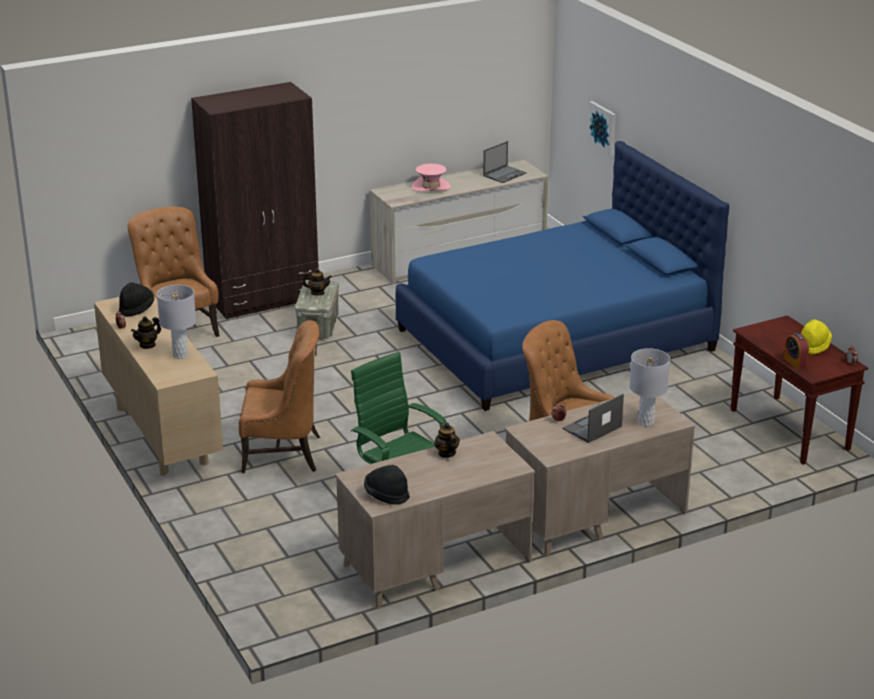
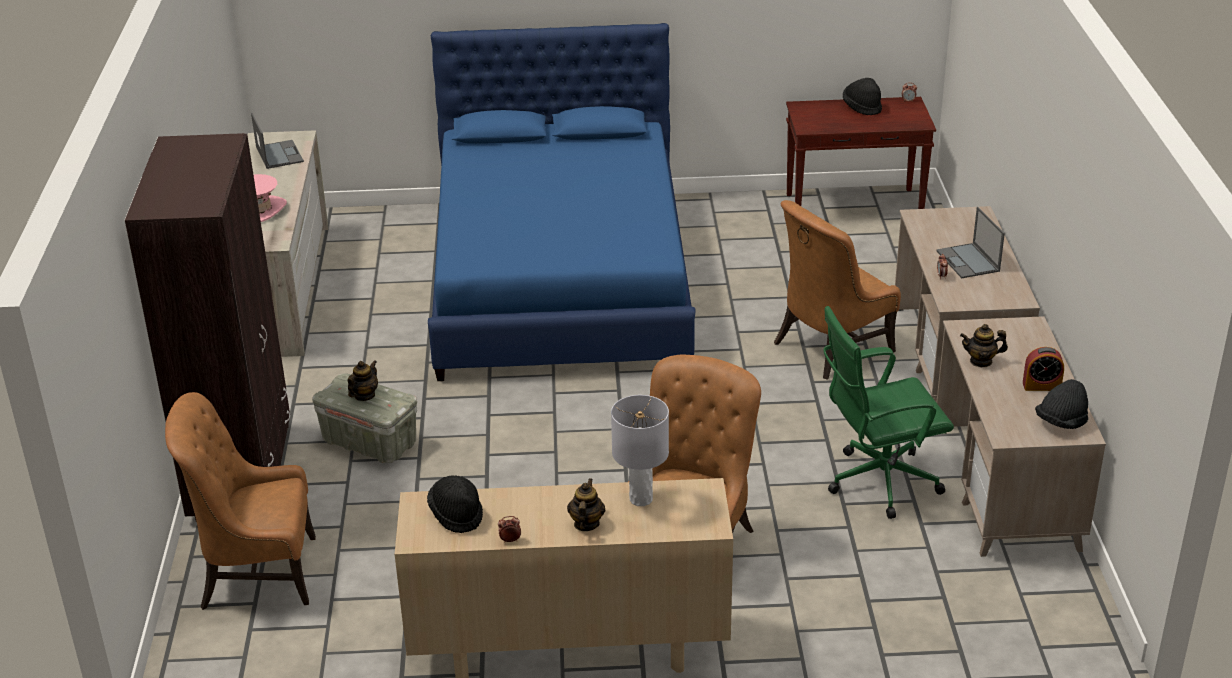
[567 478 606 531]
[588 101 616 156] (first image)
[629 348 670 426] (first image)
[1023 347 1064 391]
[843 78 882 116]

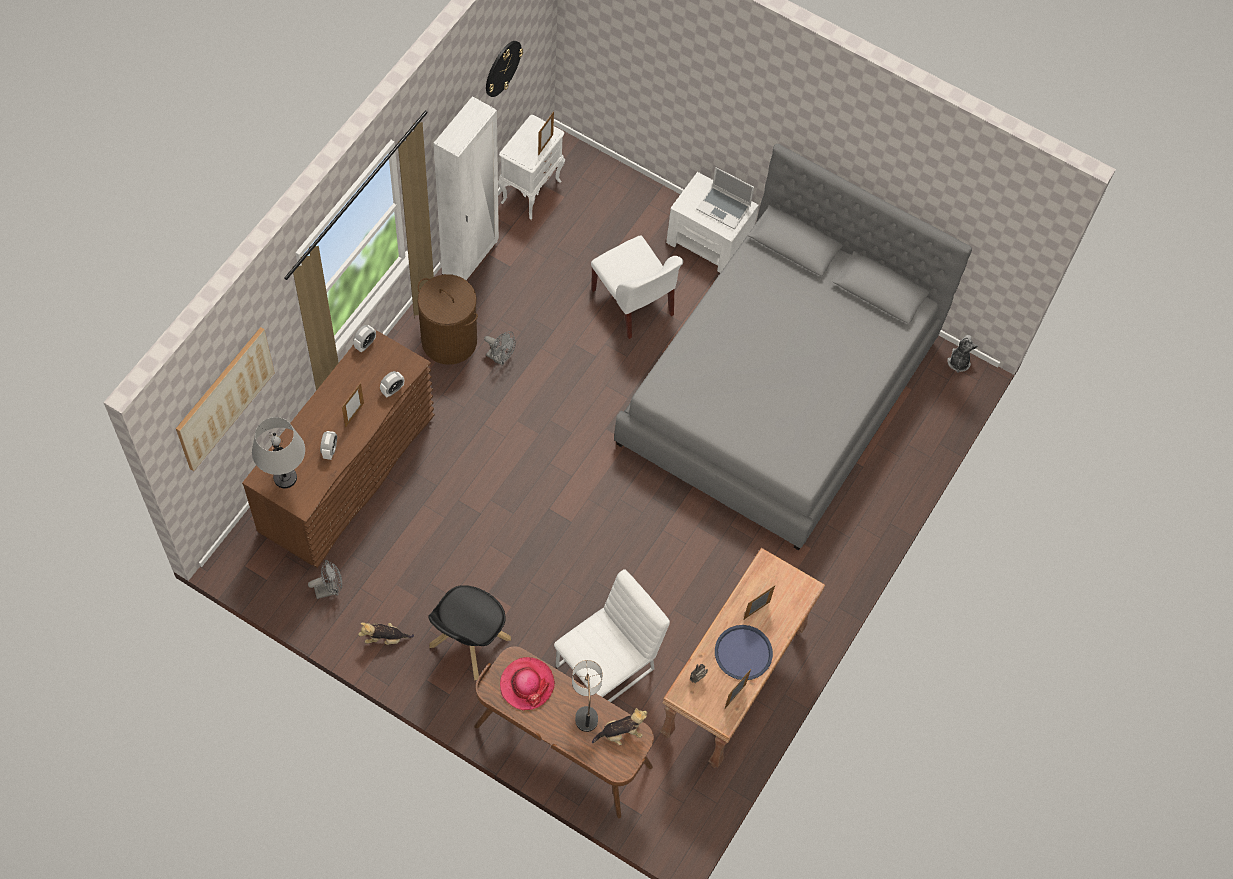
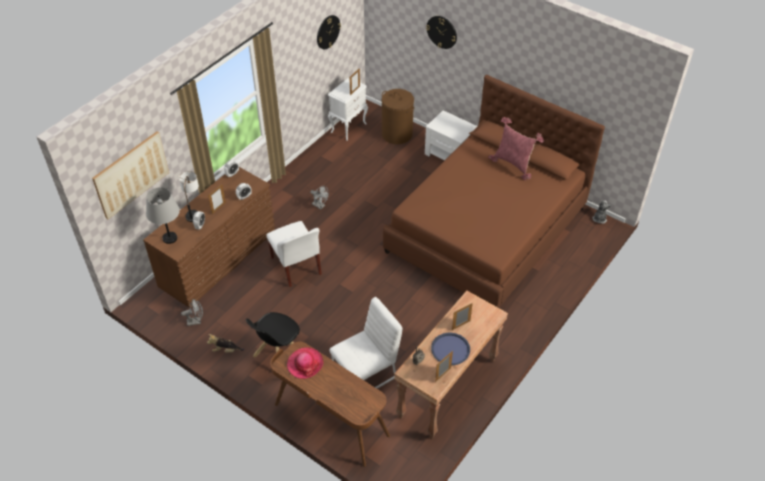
[381 89 415 144]
[433 96 499 280] (first image)
[179 171 199 222]
[266 221 322 287]
[592 708 647 745] (first image)
[383 75 605 308]
[696 167 754 230] (first image)
[426 16 457 49]
[488 117 544 180]

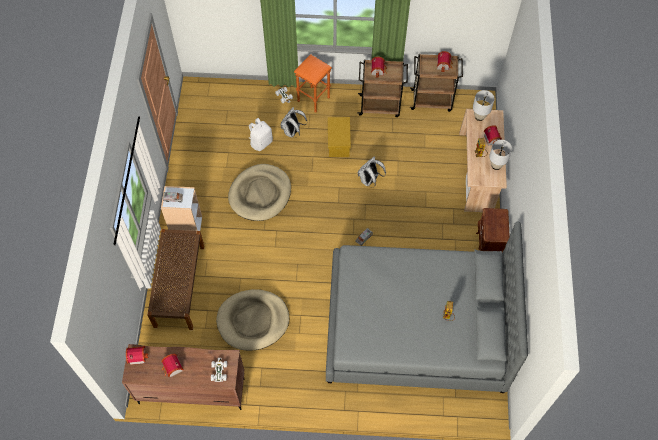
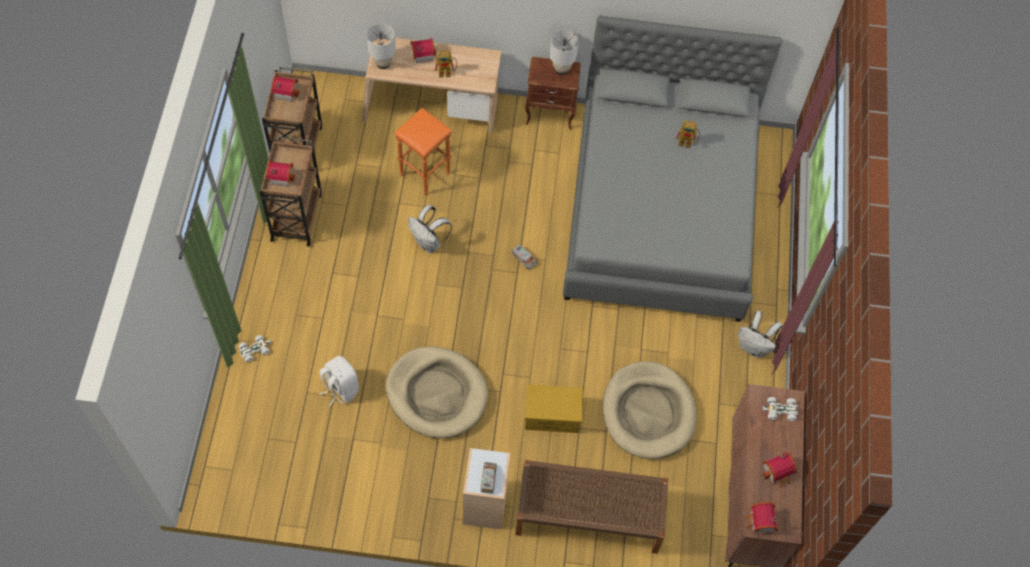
[737 311 783 358]
[394 108 452 195]
[525 384 583 433]
[550 30 579 75]

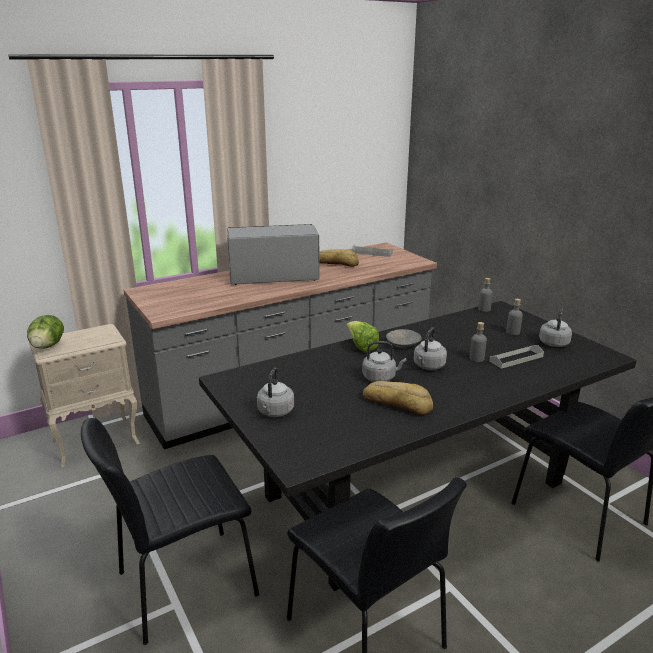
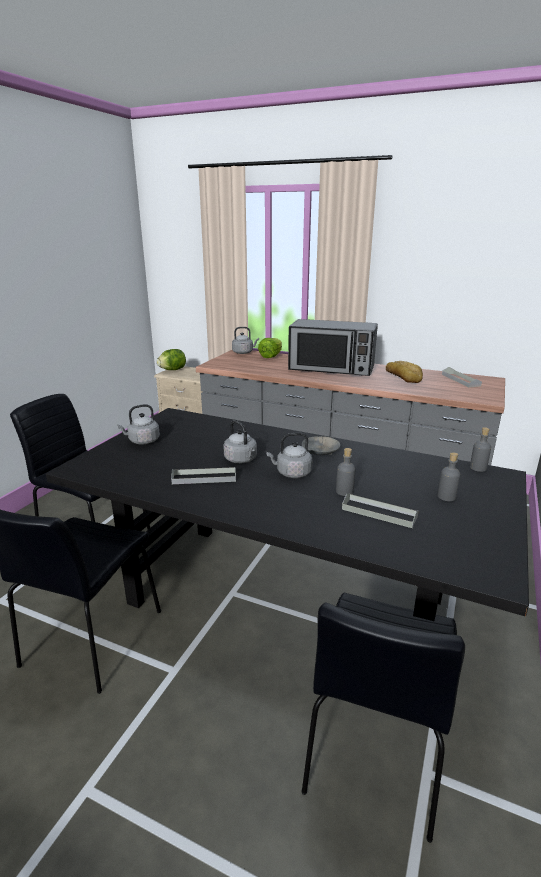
[288 319 378 376]
[258 338 282 358]
[171 467 236 484]
[232 327 259 354]

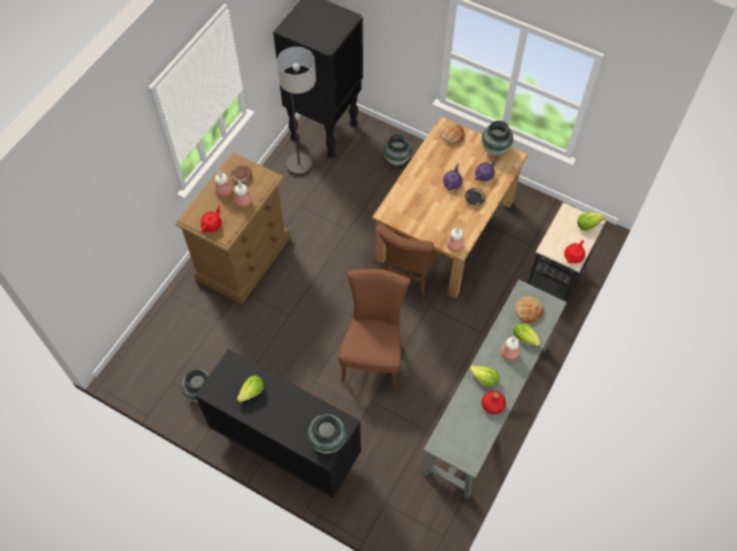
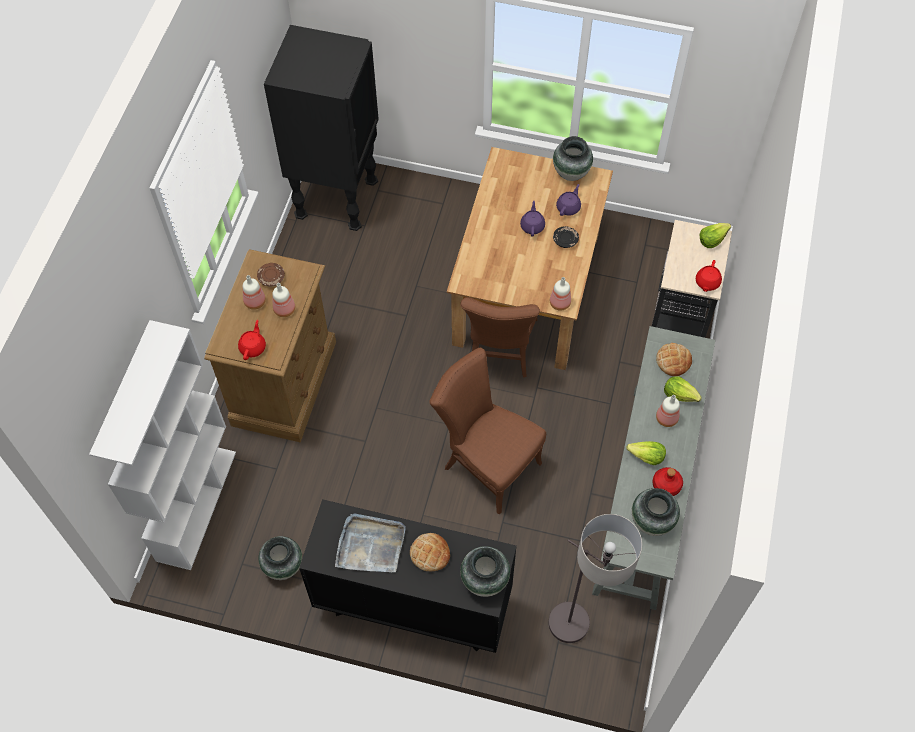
[335 514 406 572]
[548 514 642 643]
[429 348 546 515]
[632 488 680 536]
[410 533 450 571]
[89 320 236 570]

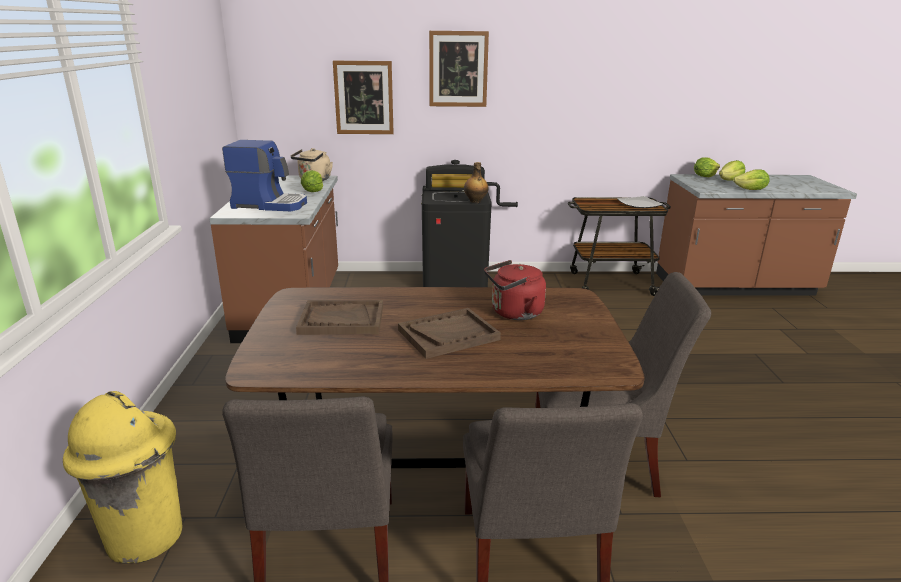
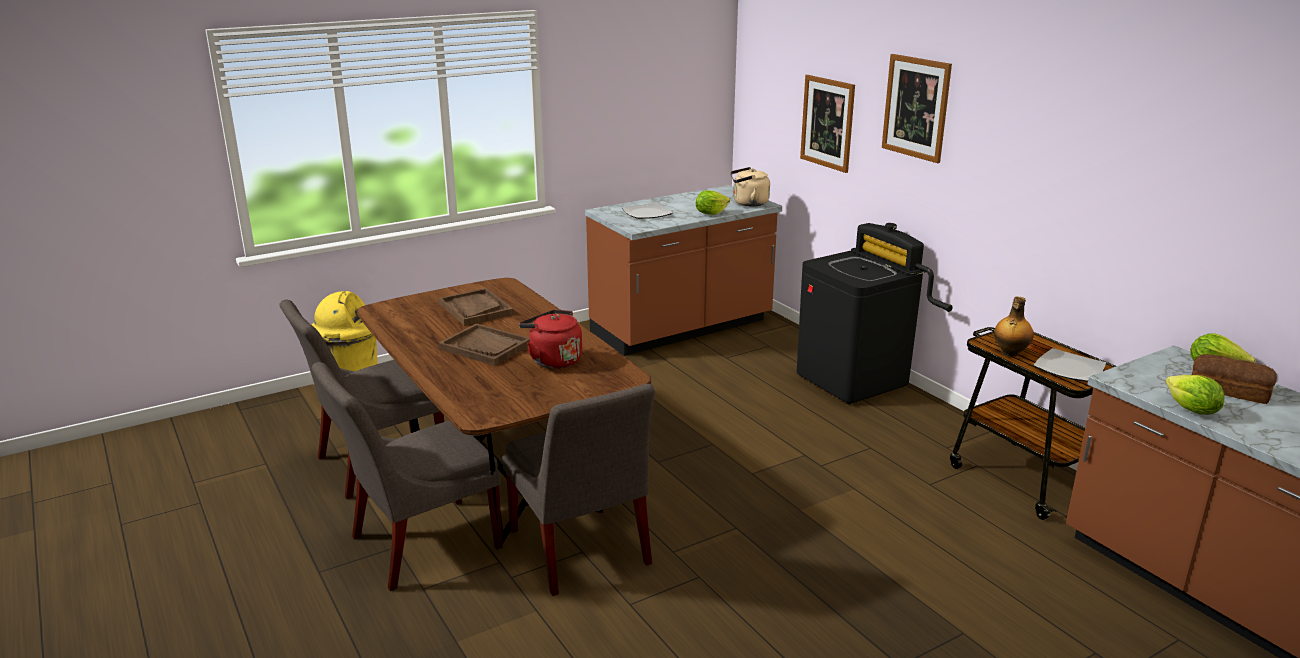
[622 203 673 219]
[994 296 1034 357]
[1192 354 1277 404]

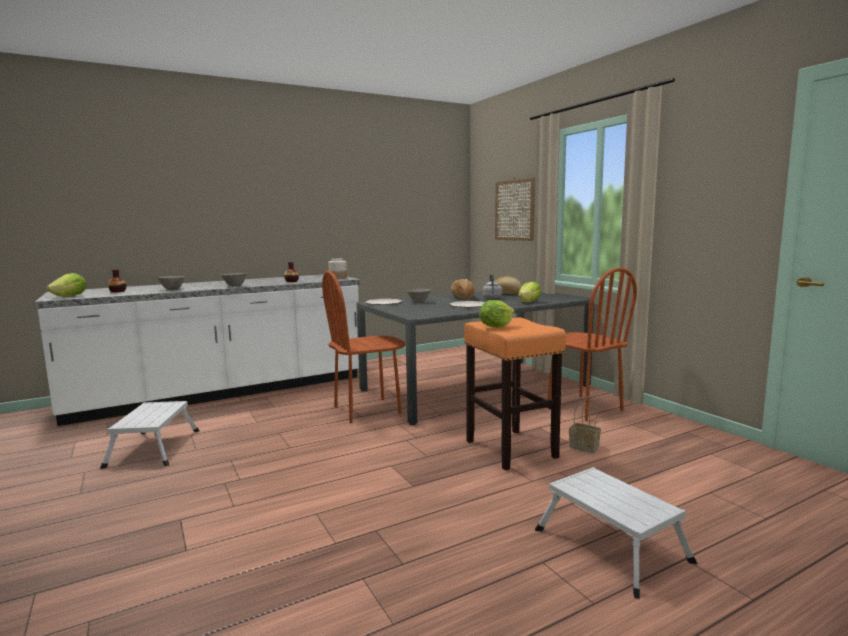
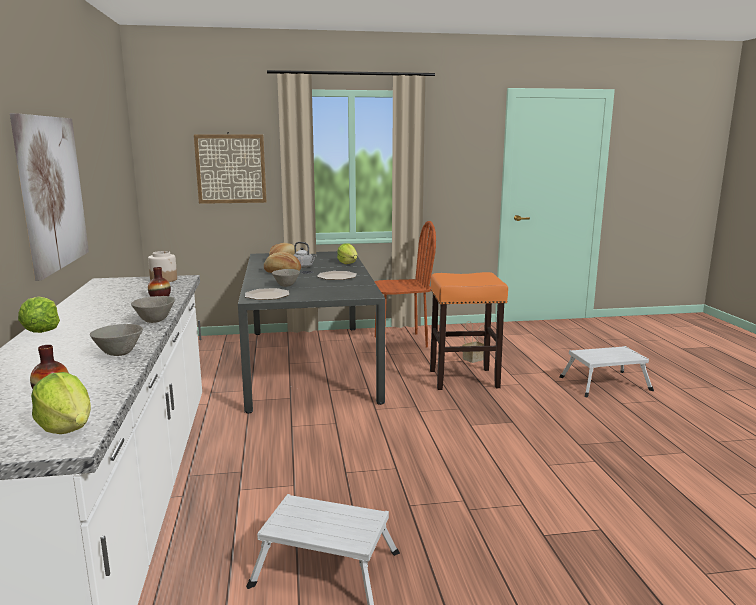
[322 270 405 423] (first image)
[18 297 60 333]
[10 113 89 281]

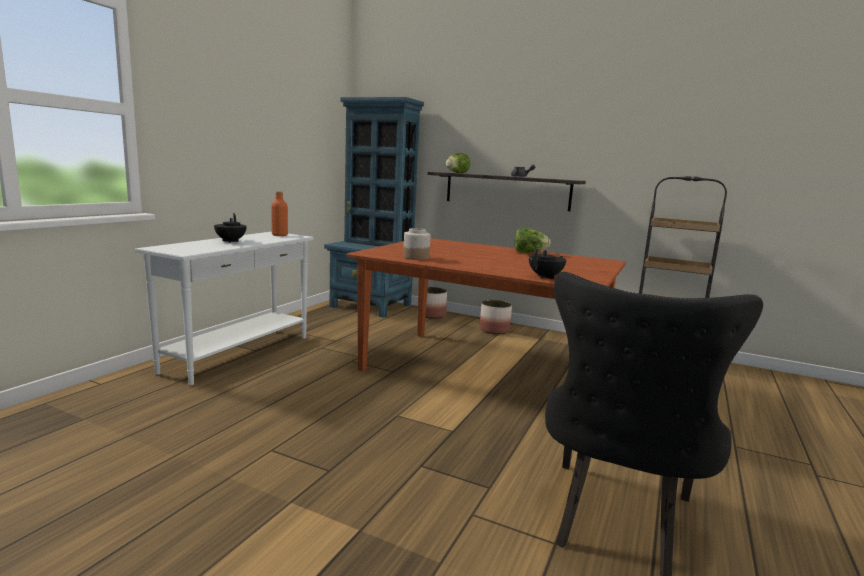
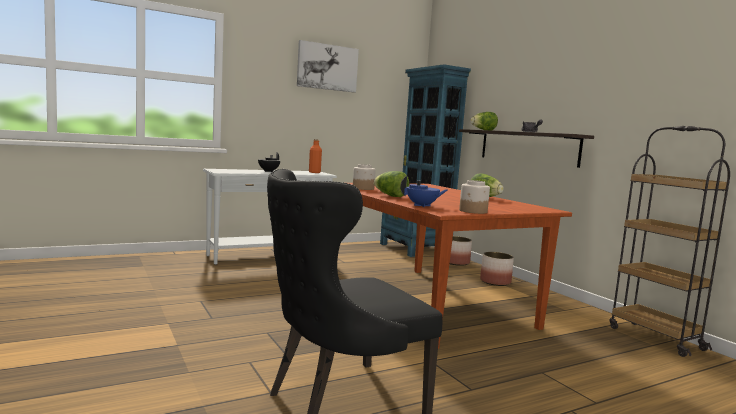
[400 176 447 207]
[297 40 359 92]
[374 171 409 197]
[459 180 490 214]

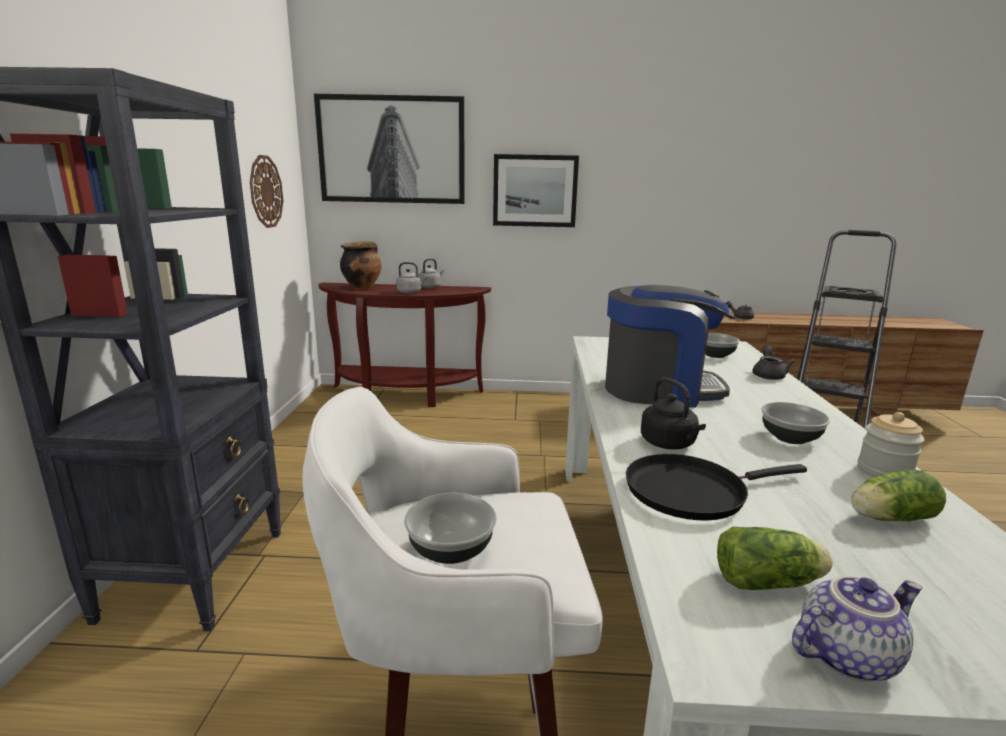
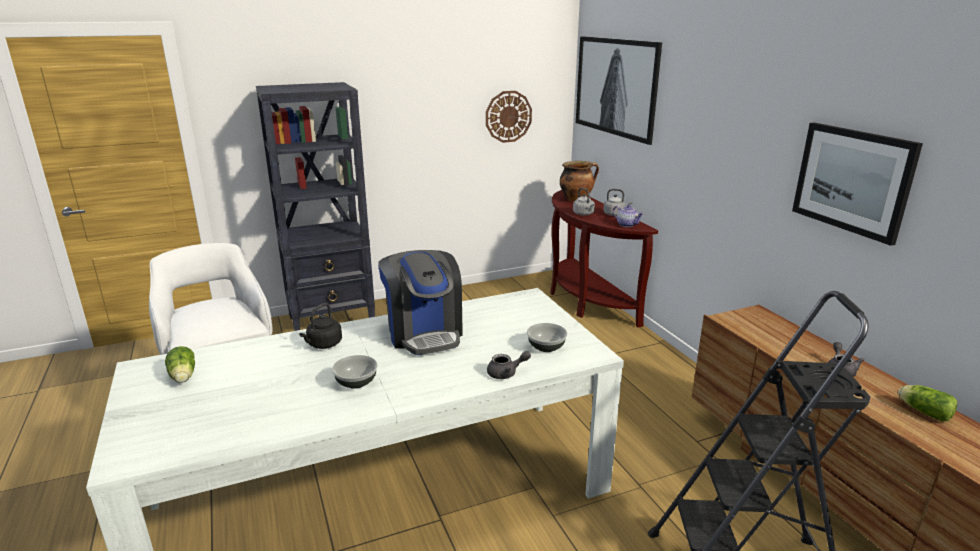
[404 493 497 564] (first image)
[792 123 923 246]
[626 454 807 520] (first image)
[613 205 644 227]
[898 385 957 421]
[857 412 925 477] (first image)

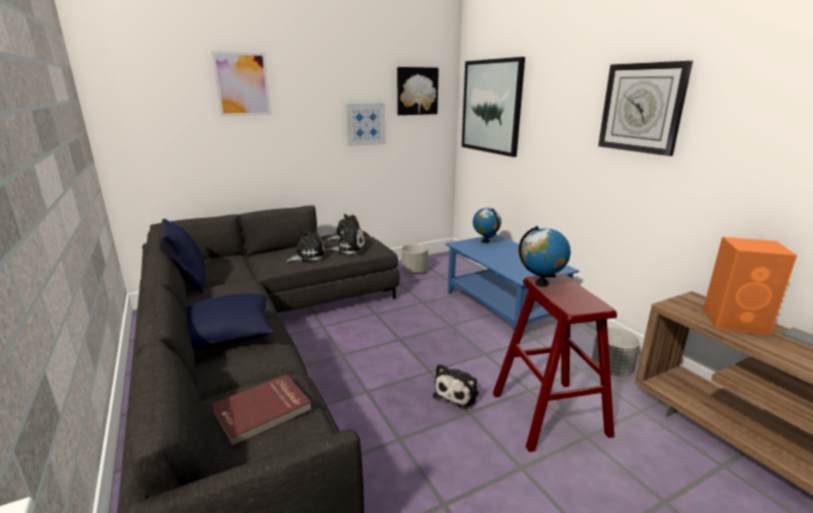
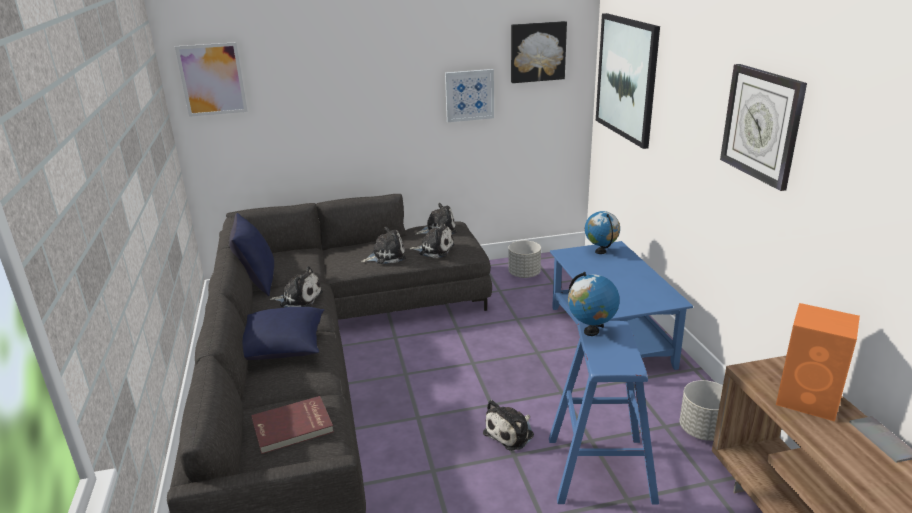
[175 42 248 117]
[549 321 659 504]
[270 266 323 307]

